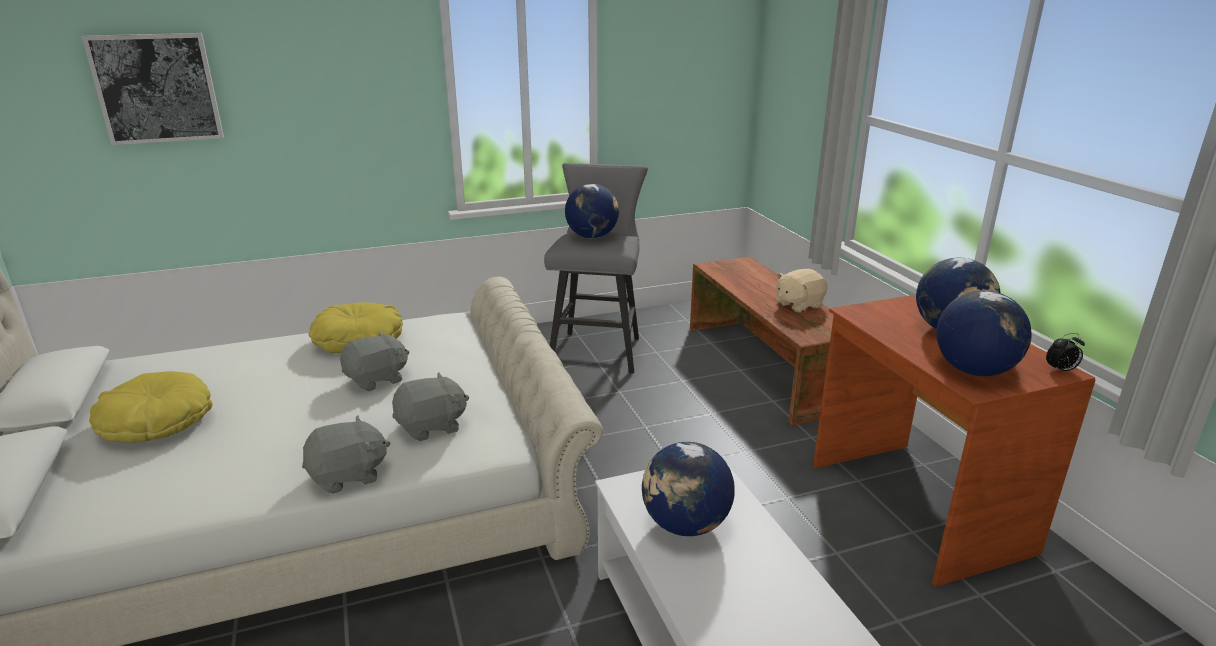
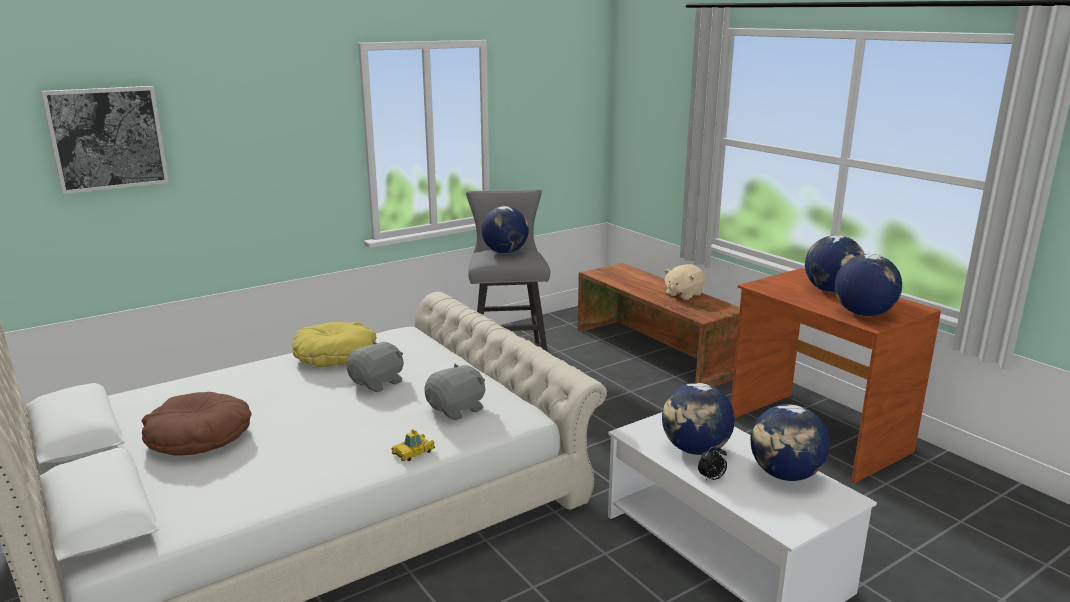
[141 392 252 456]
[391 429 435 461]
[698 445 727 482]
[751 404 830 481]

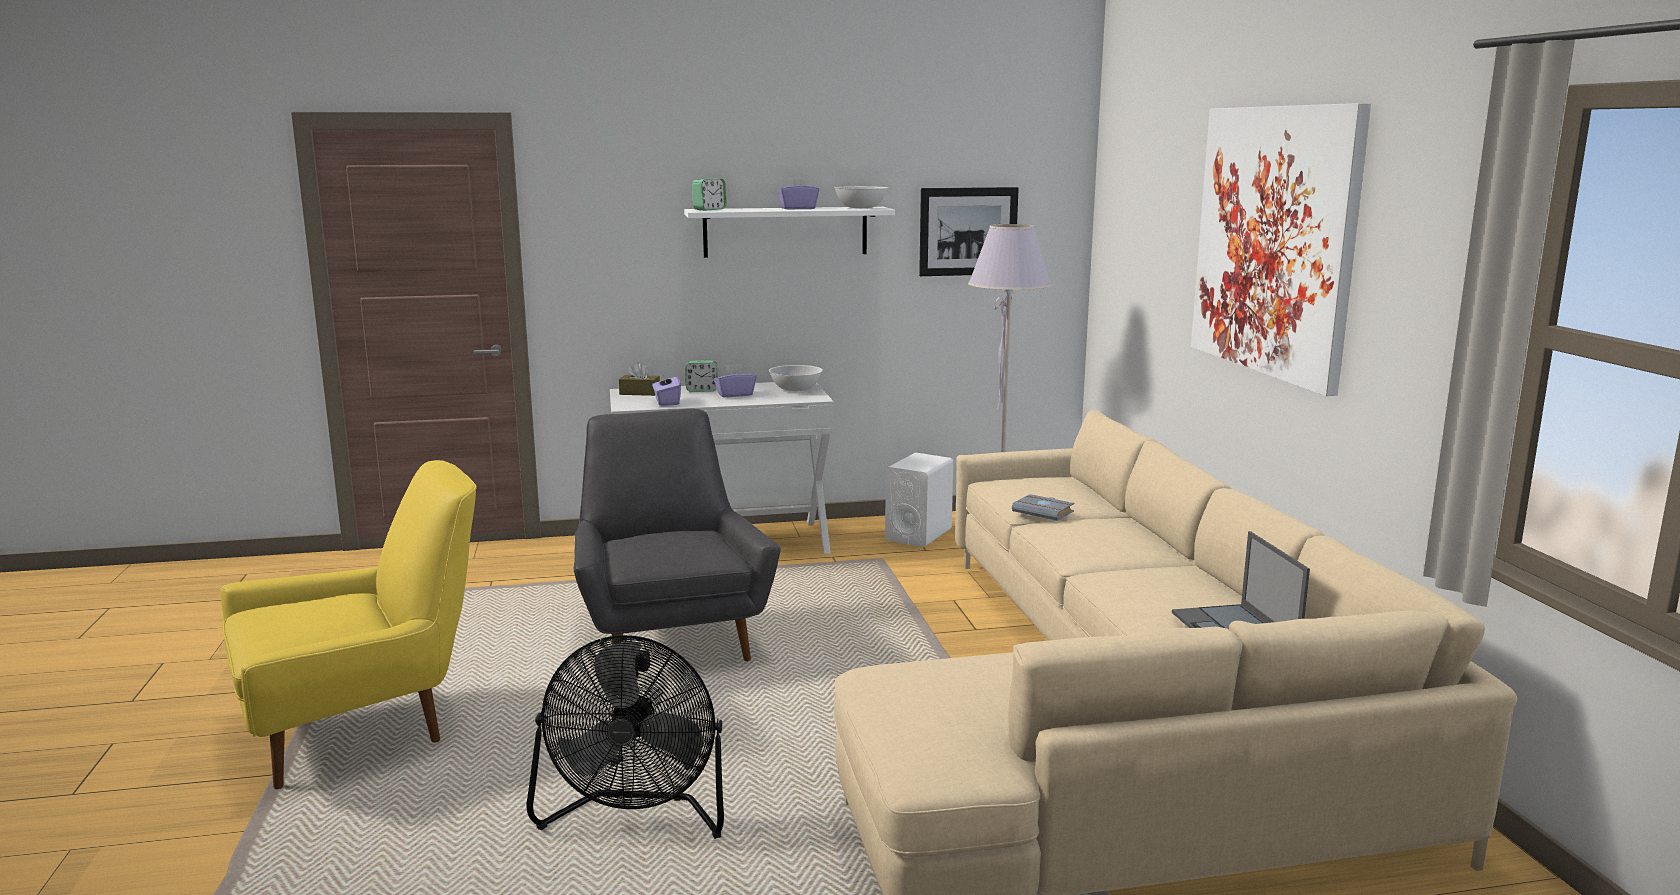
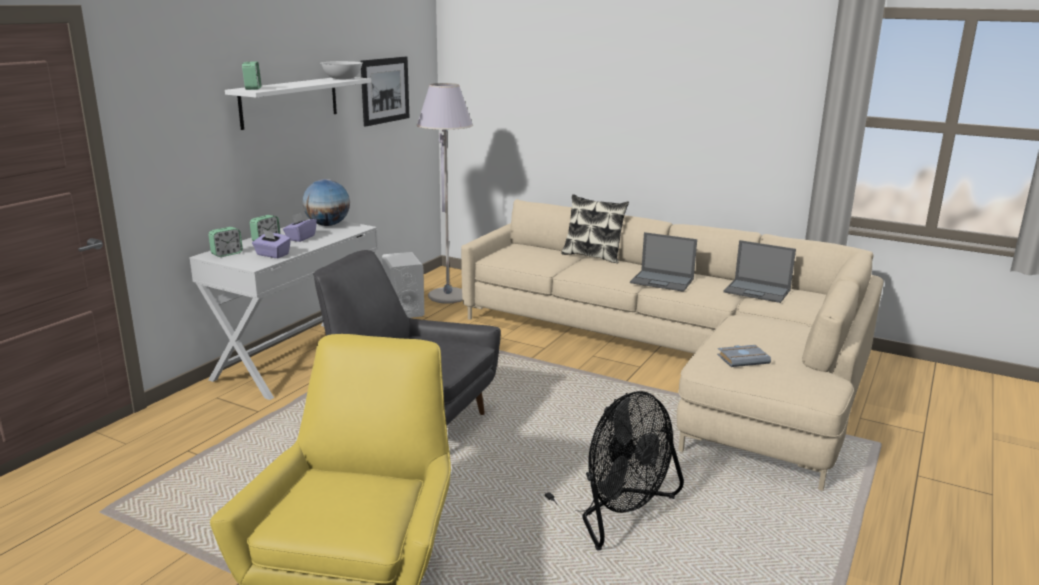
[208 227 243 257]
[302 179 350 226]
[778 178 819 210] (first image)
[717 345 771 367]
[1191 103 1371 396] (first image)
[561 194 629 263]
[630 232 697 292]

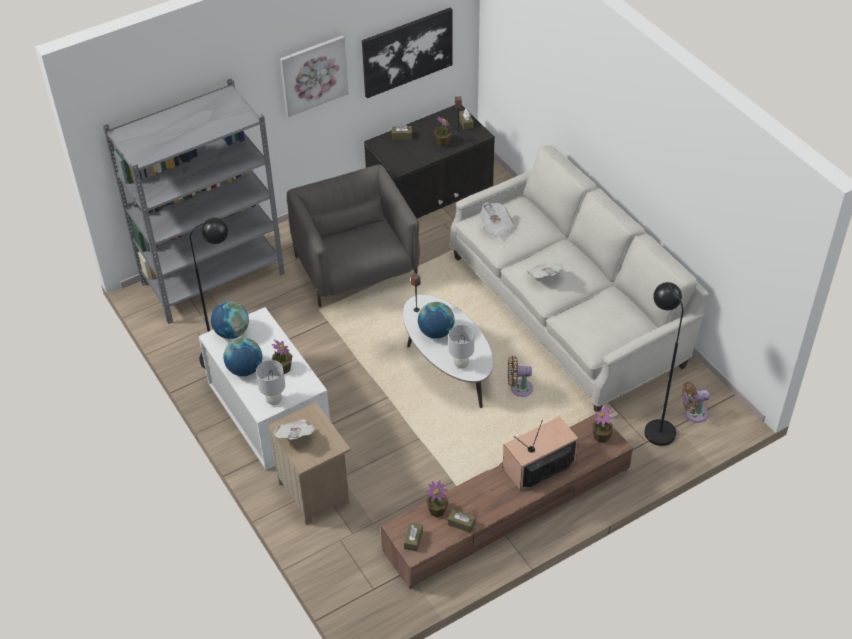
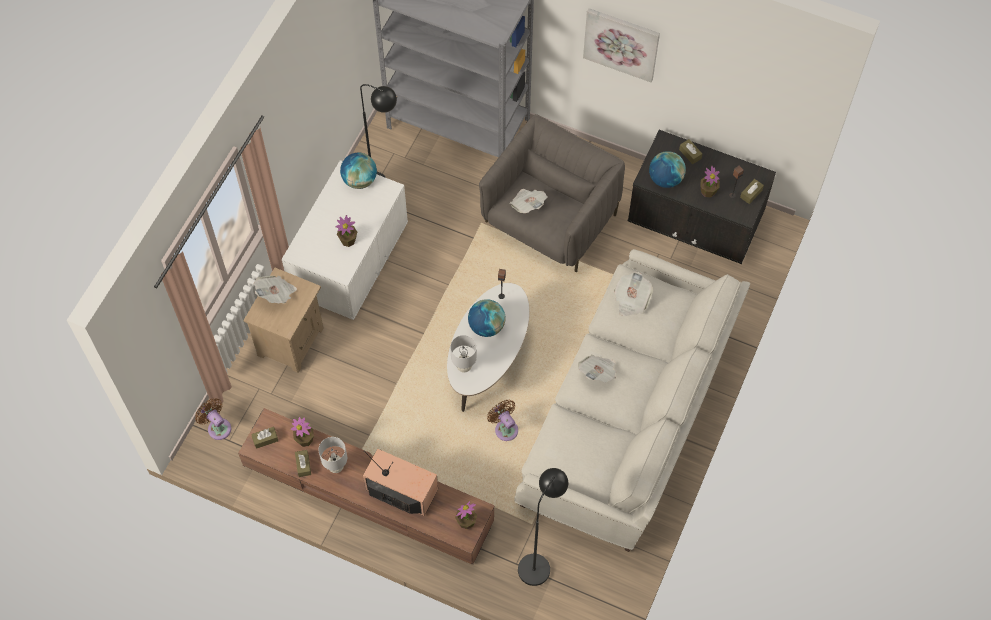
[649 151 686 188]
[318 437 347 473]
[362 8 452 98] (first image)
[195 398 231 440]
[509 189 548 213]

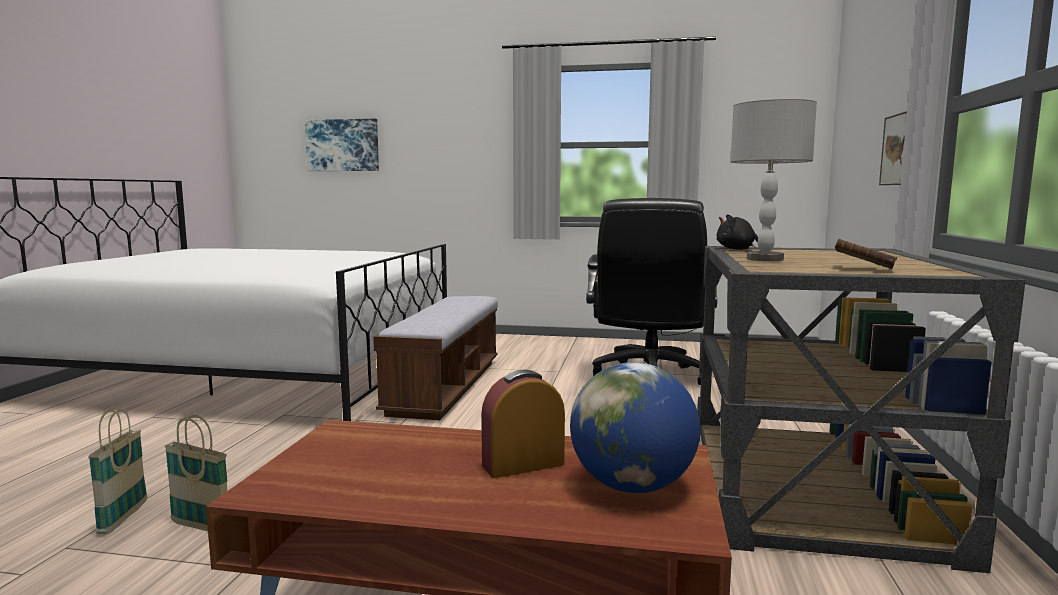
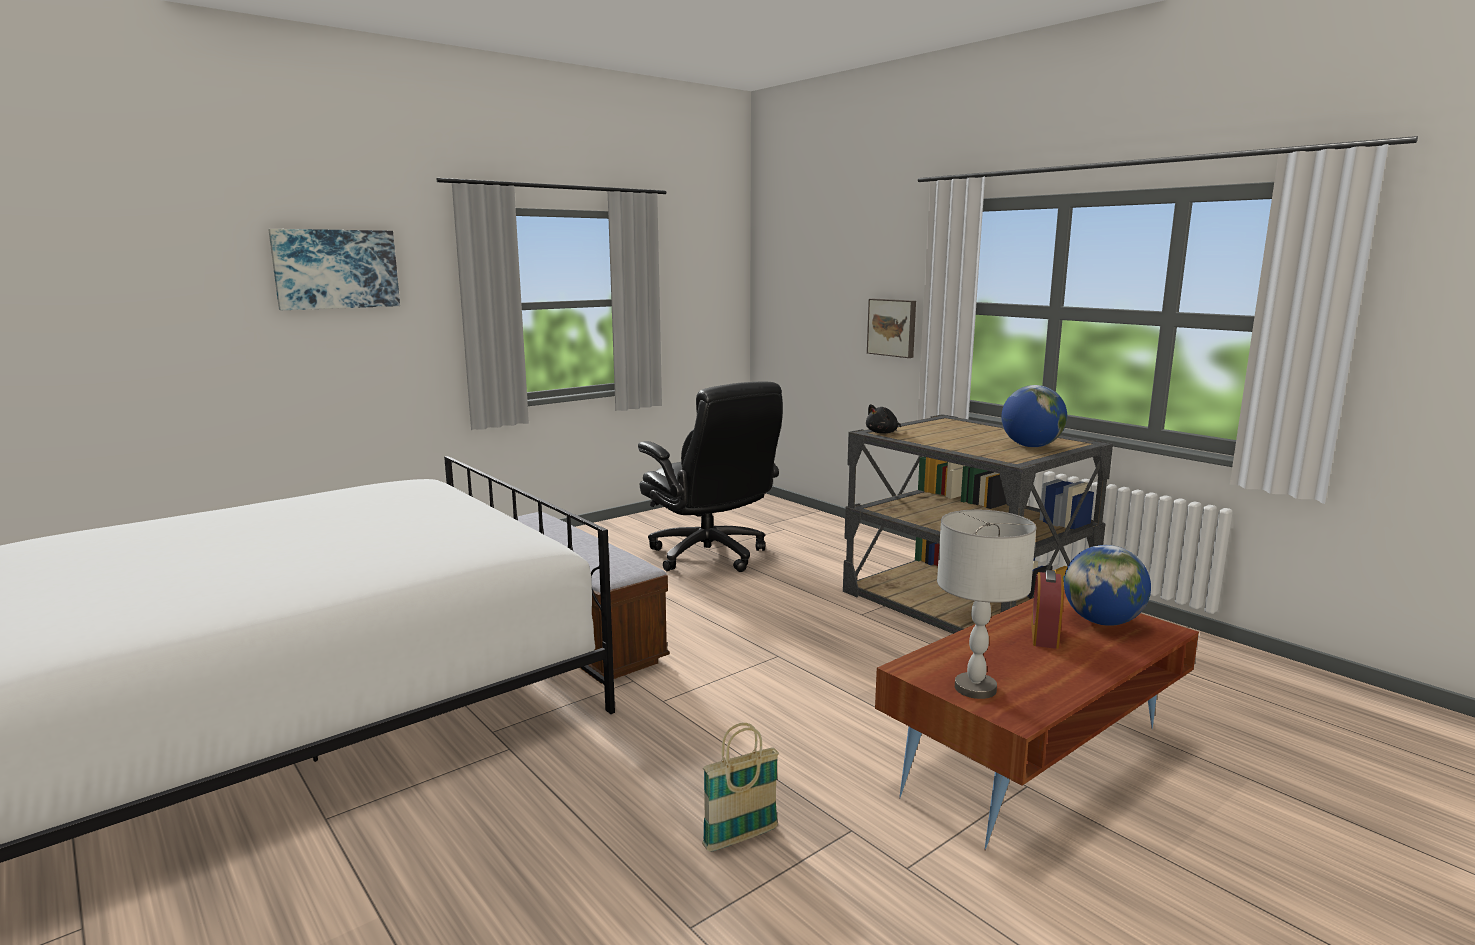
[88 409 148 534] (first image)
[268 229 400 310]
[937 510 1036 699]
[1001 385 1067 447]

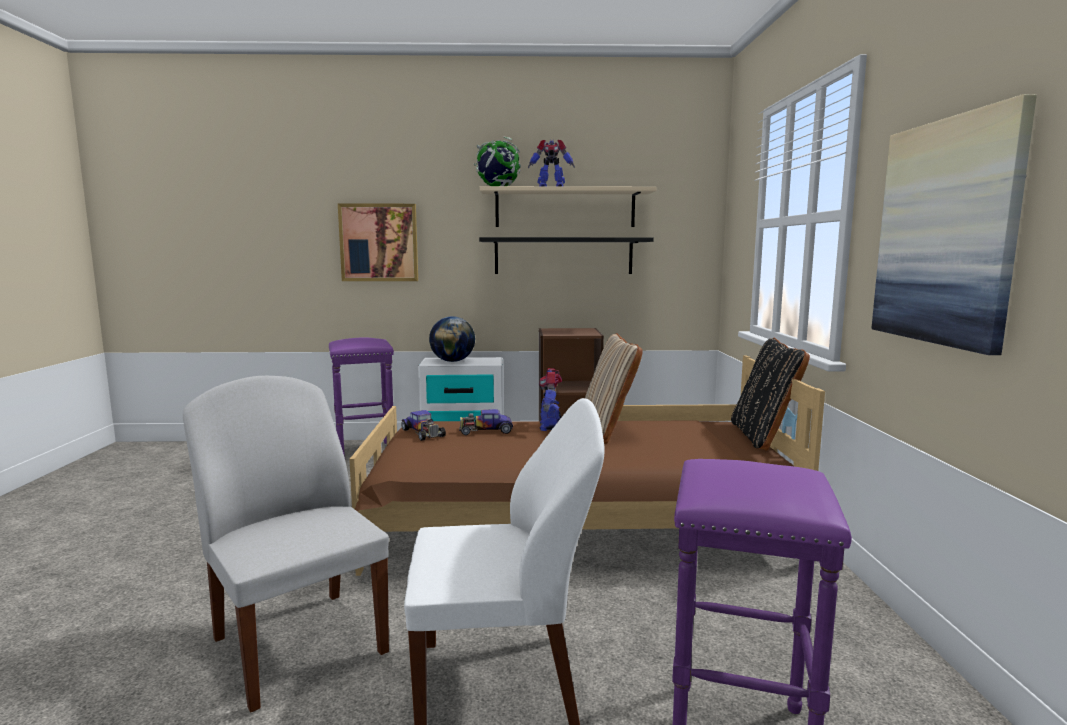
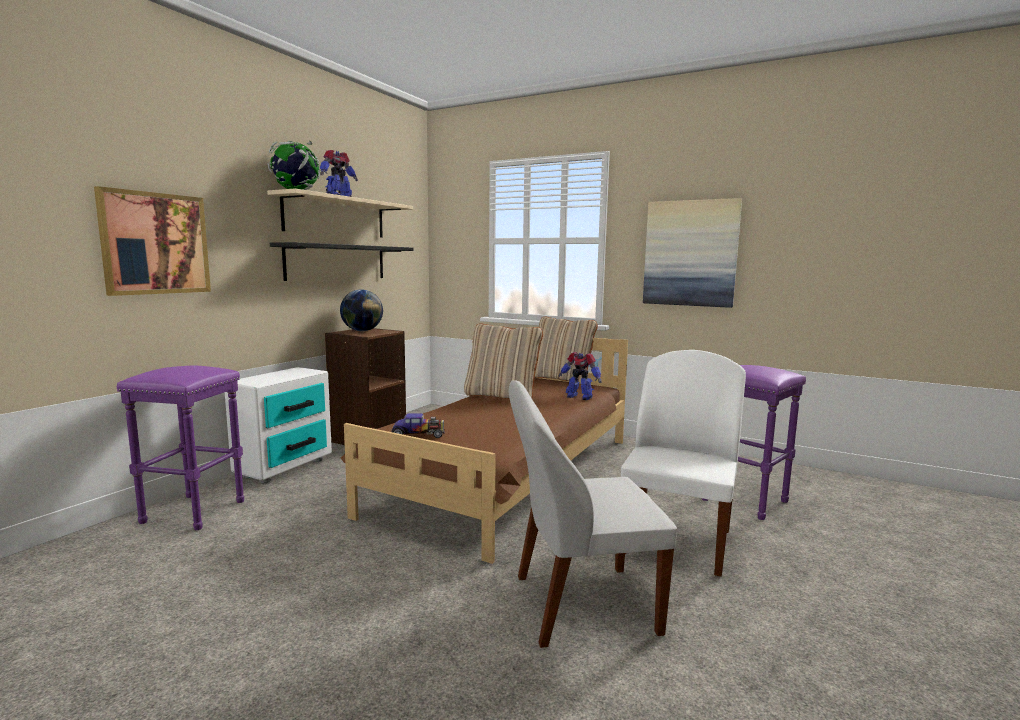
[340 290 383 331]
[459 409 513 435] (first image)
[558 352 601 400]
[535 317 598 384]

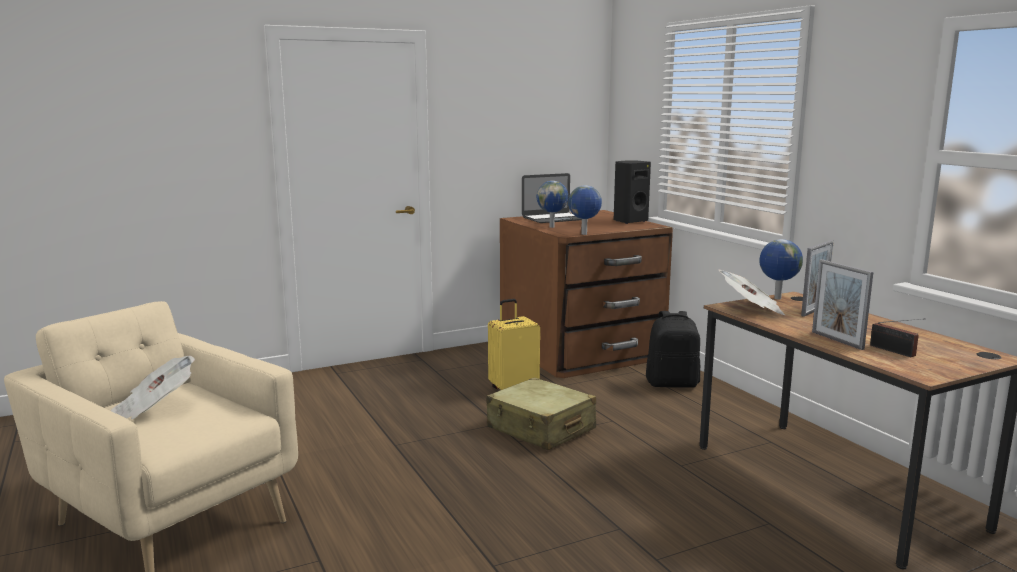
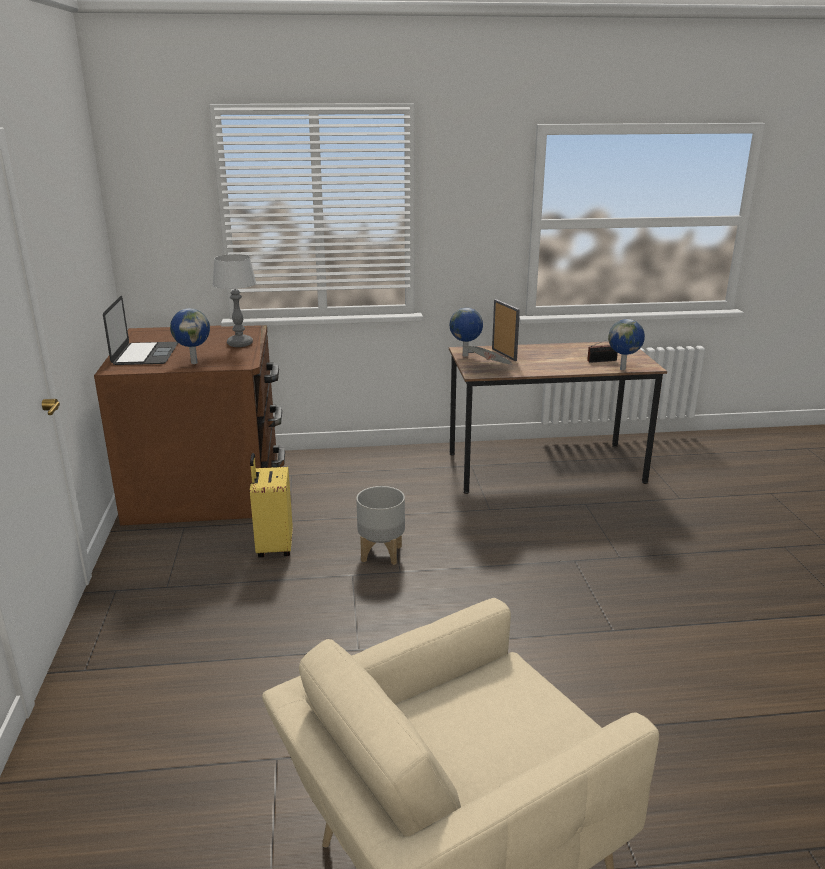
[111 356 195 419] (first image)
[356 486 405 565]
[608 319 645 370]
[614 160 651 224] (first image)
[646 311 700 388] (first image)
[812 259 873 350] (first image)
[213 254 256 347]

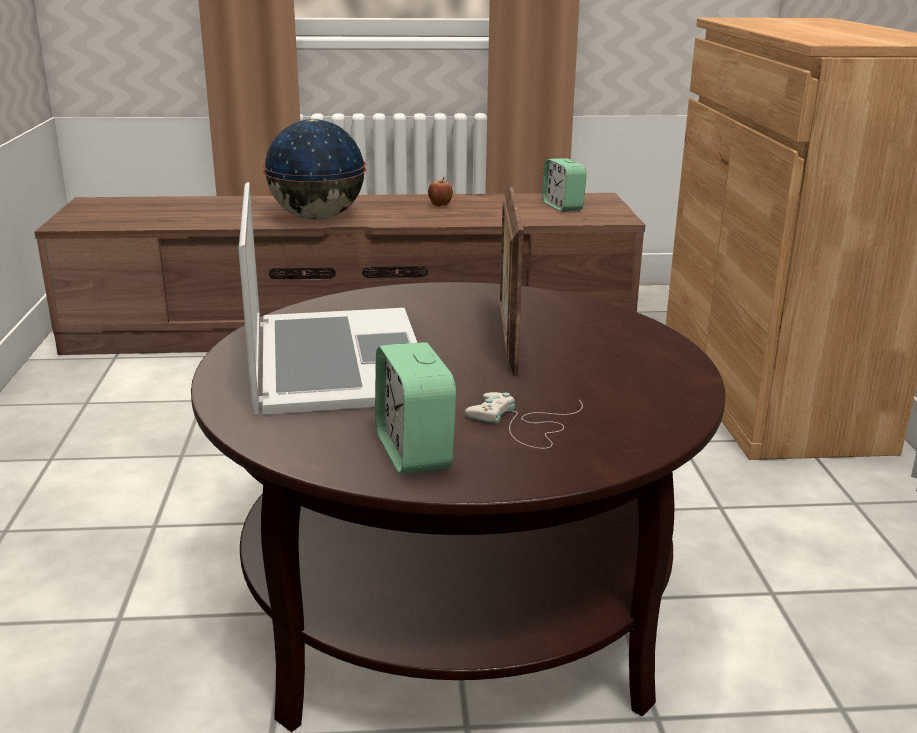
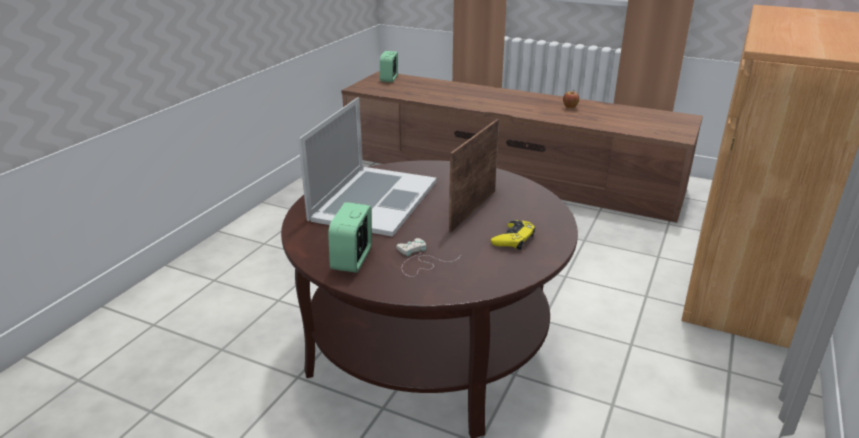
[263 119 366 220] (first image)
[380 51 398 82]
[491 220 535 250]

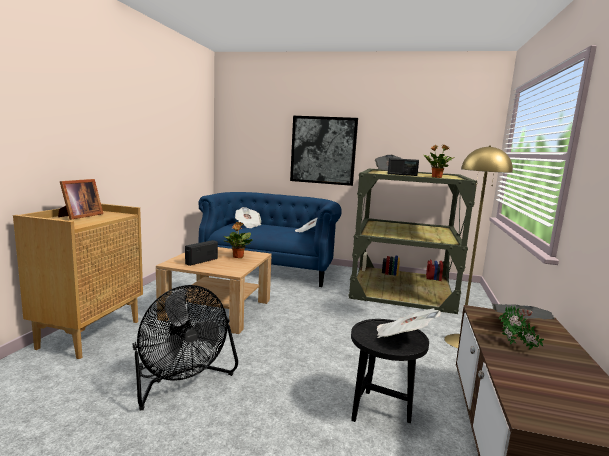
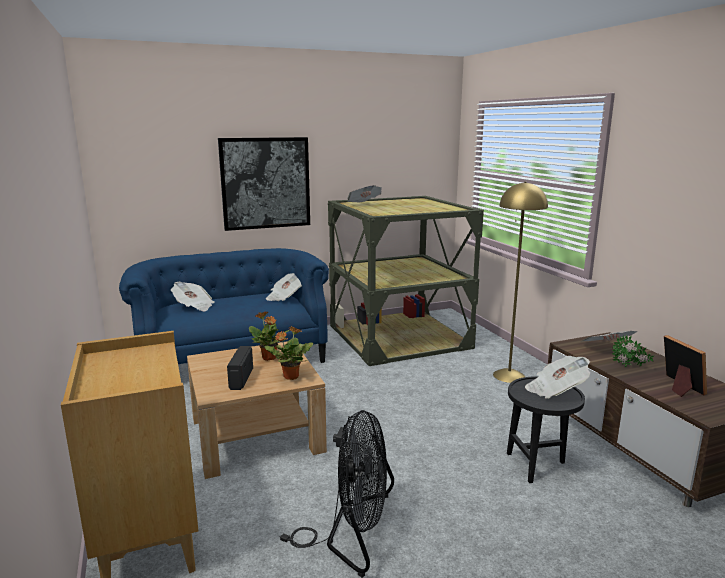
[664 335 707 397]
[388 158 419 176] (first image)
[265 326 313 380]

